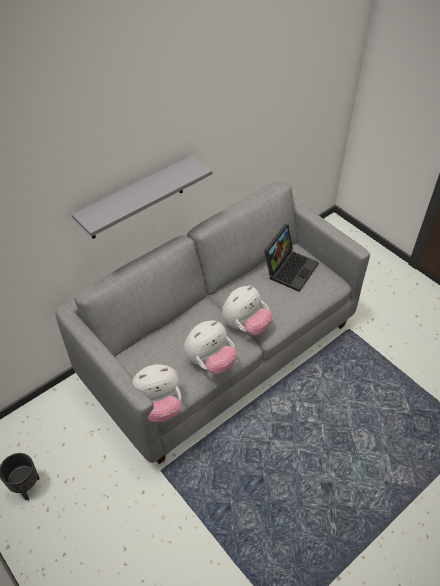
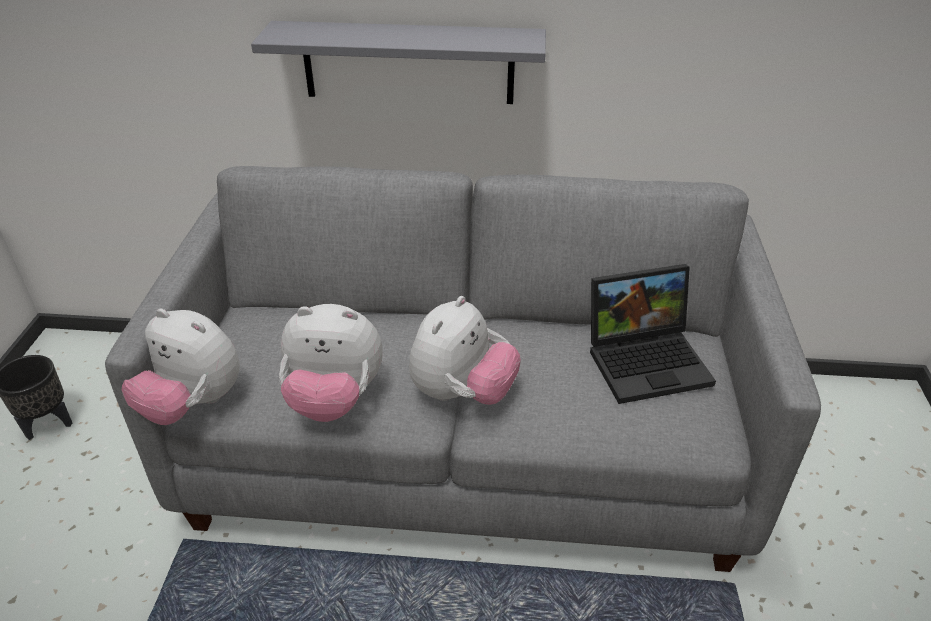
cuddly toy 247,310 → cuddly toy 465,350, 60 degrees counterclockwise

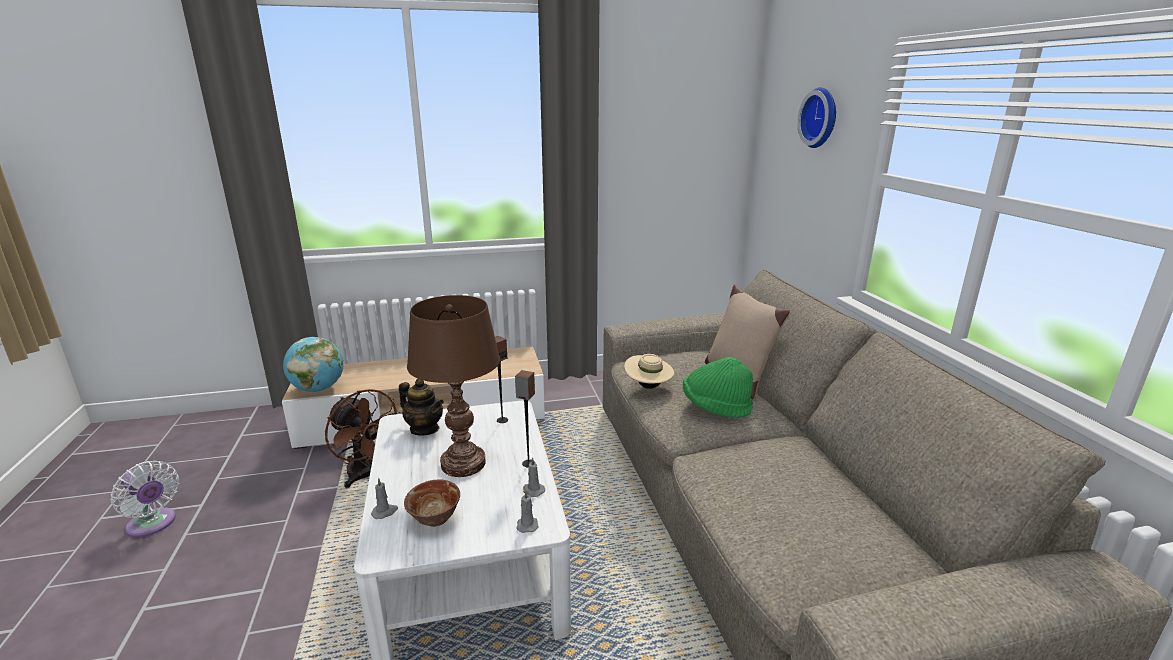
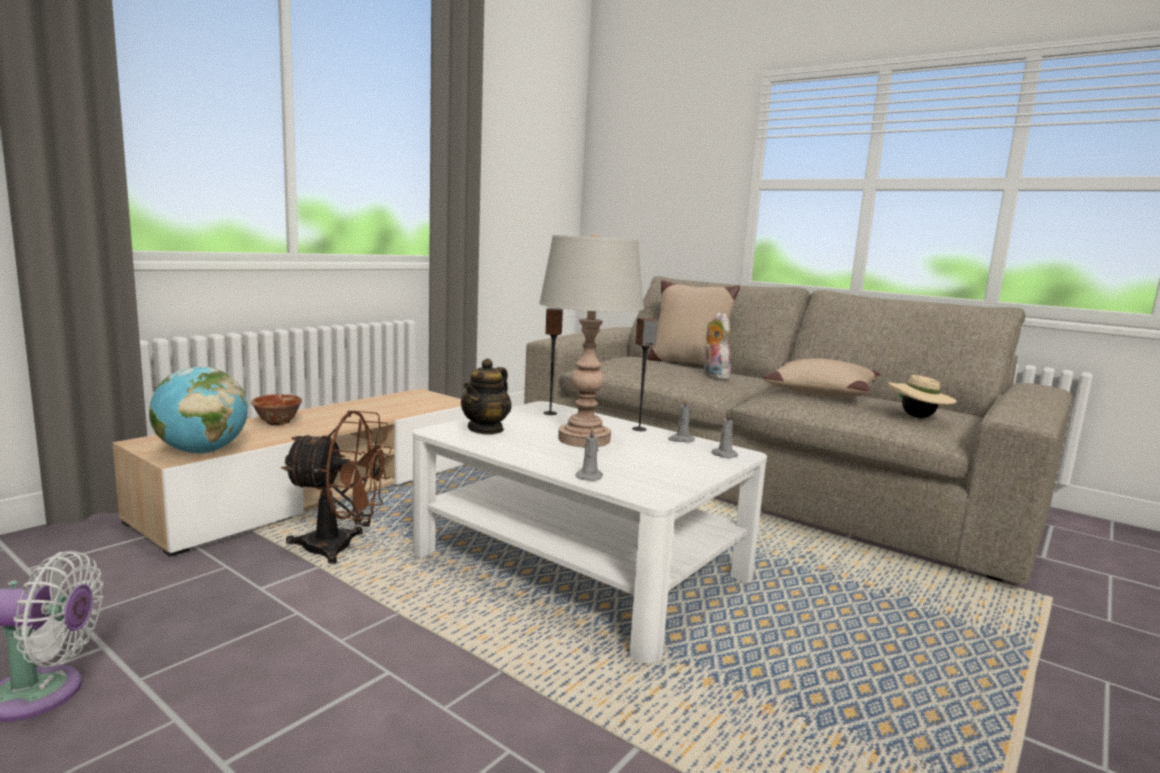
clock on the wall 816,117 → -
lamp for a table (brown-coloured) 453,386 → lamp for a table (grey) 591,340
wearable hat (beige) 649,371 → wearable hat (beige) 922,396, moved
wearable hat (green) 718,387 → cuddly toy 717,345
teapot 421,407 → teapot 486,396, 120 degrees clockwise
serving bowl 432,503 → serving bowl 276,409, moved
- → pillow (beige) 821,378

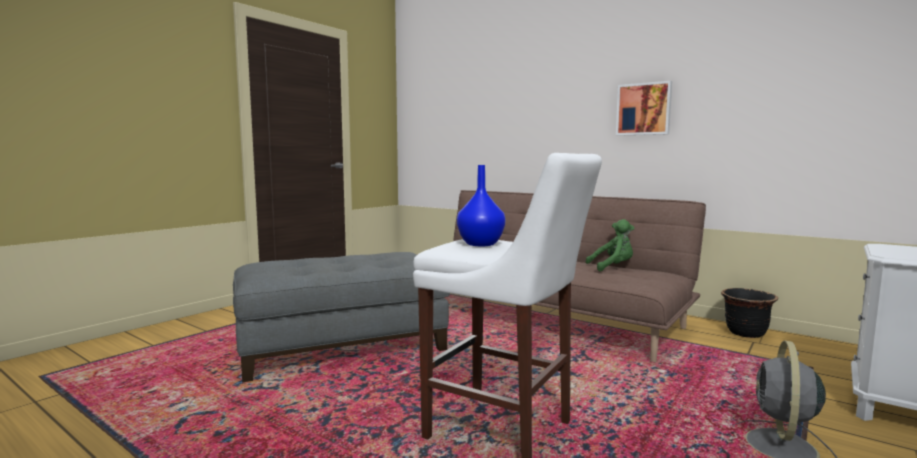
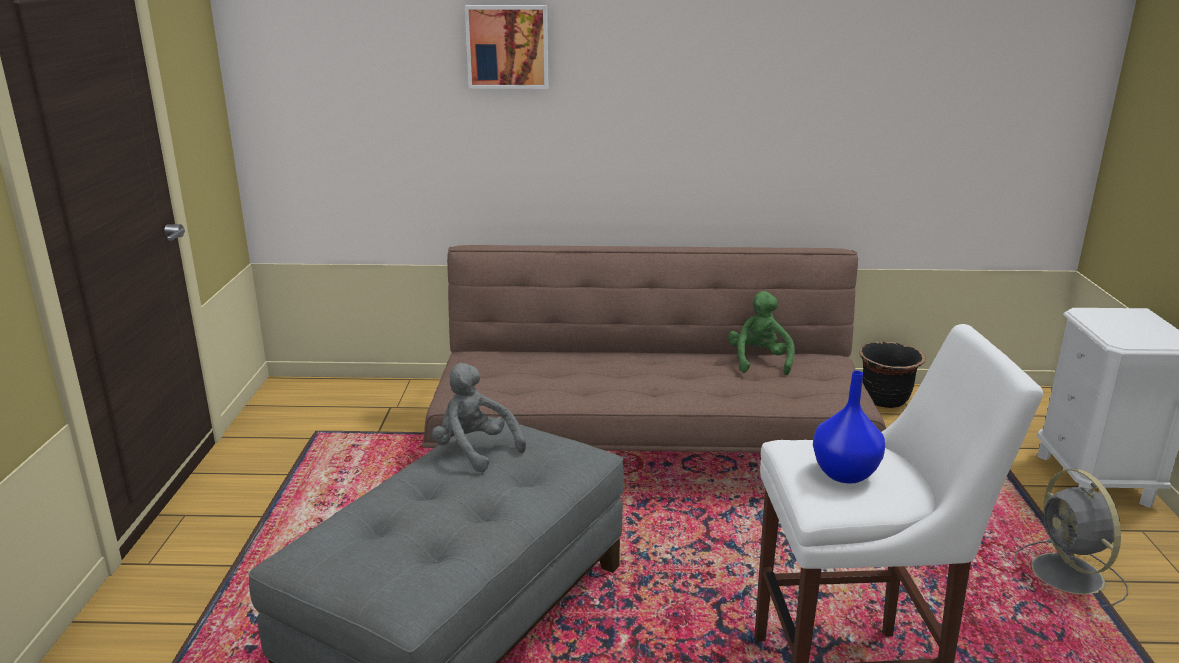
wall art 644,108 → wall art 507,47, moved
cuddly toy (green) 610,245 → cuddly toy (green) 761,333, 45 degrees counterclockwise
- → cuddly toy (grey) 479,417

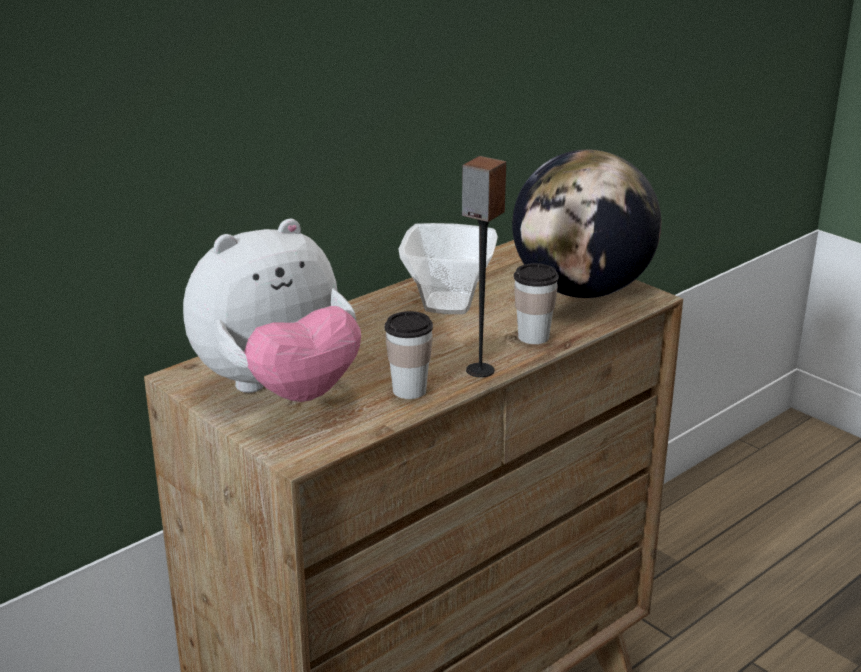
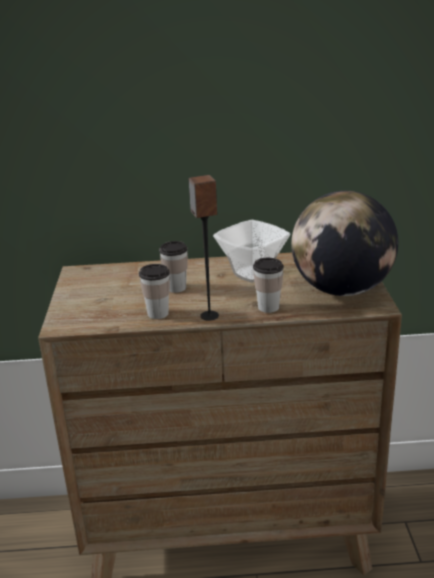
cuddly toy 272,310 → -
- → drinking cup 173,267

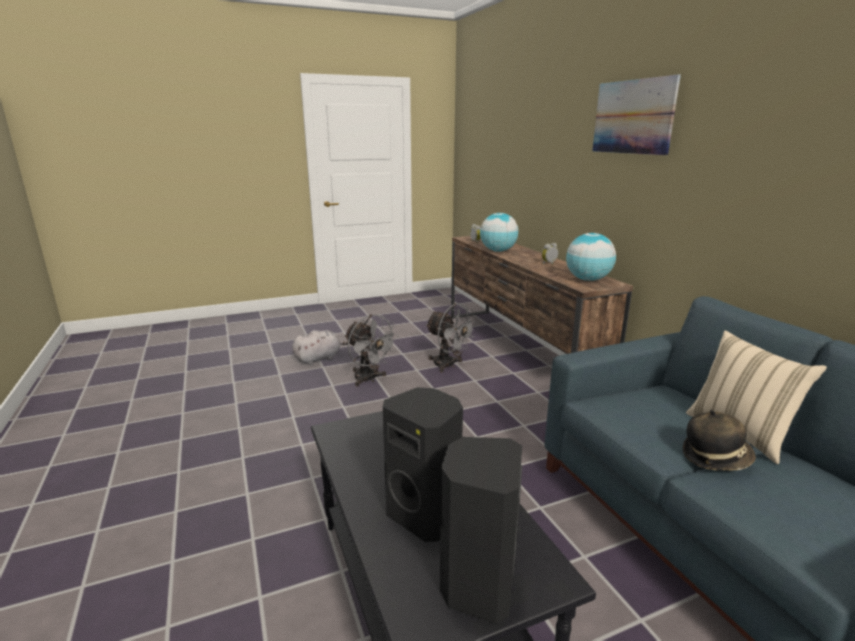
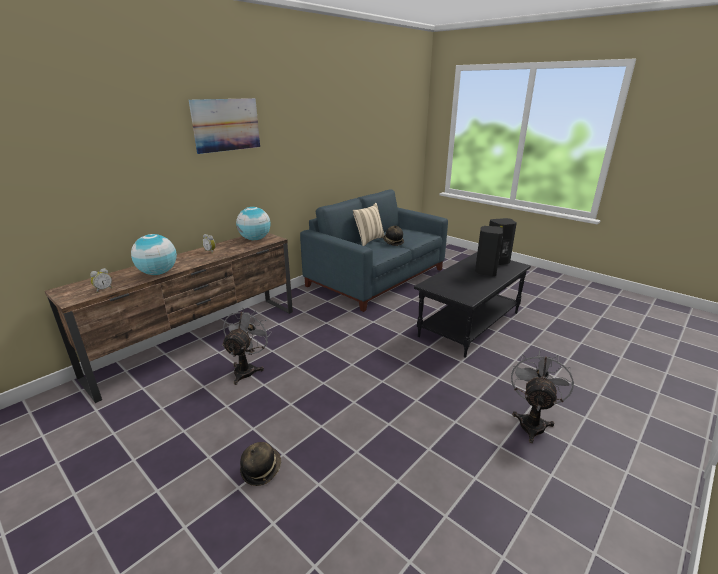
cooling fan (grey) 372,350 → cooling fan (grey) 542,396, moved
cuddly toy (grey) 321,347 → wearable hat 260,464

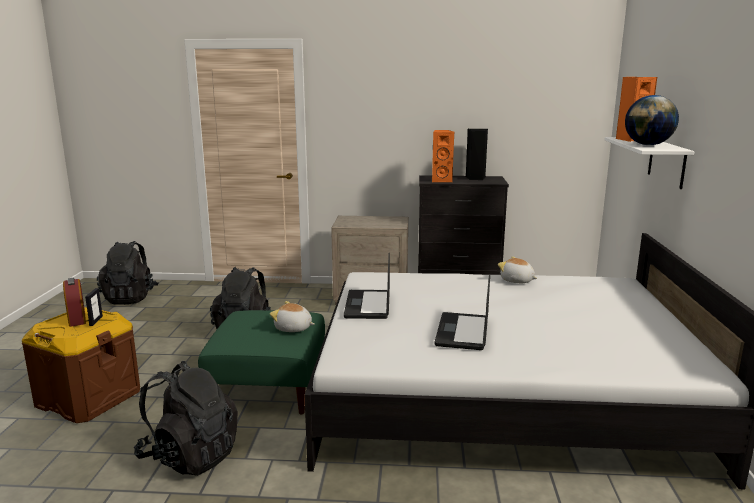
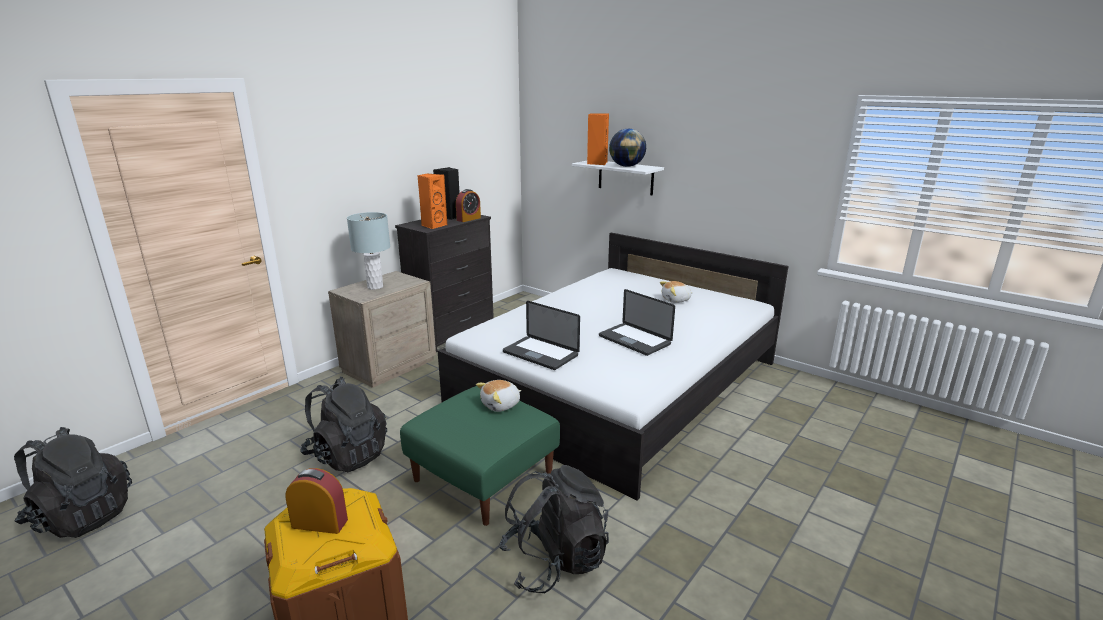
cuddly toy 517,270 → cuddly toy 676,292, moved
standing frame 94,307 → -
- → alarm clock 468,205
- → lamp for a table (grey) 368,251

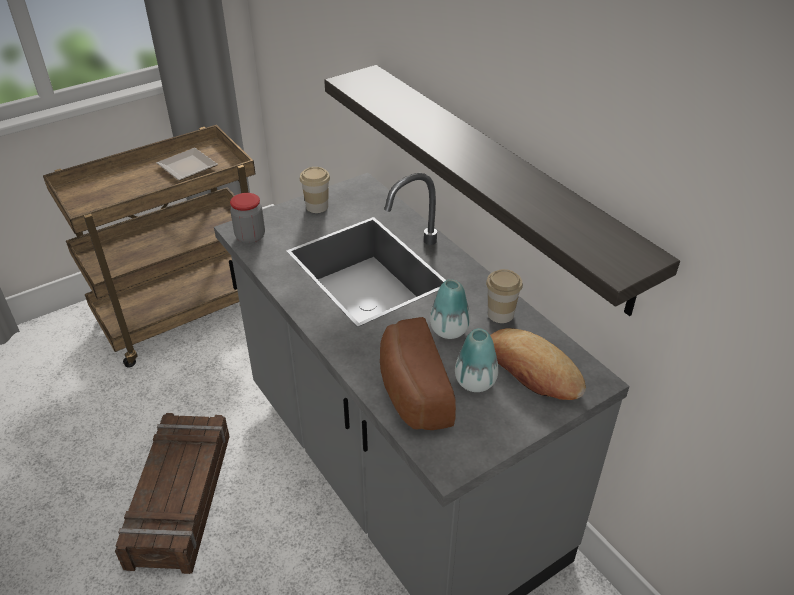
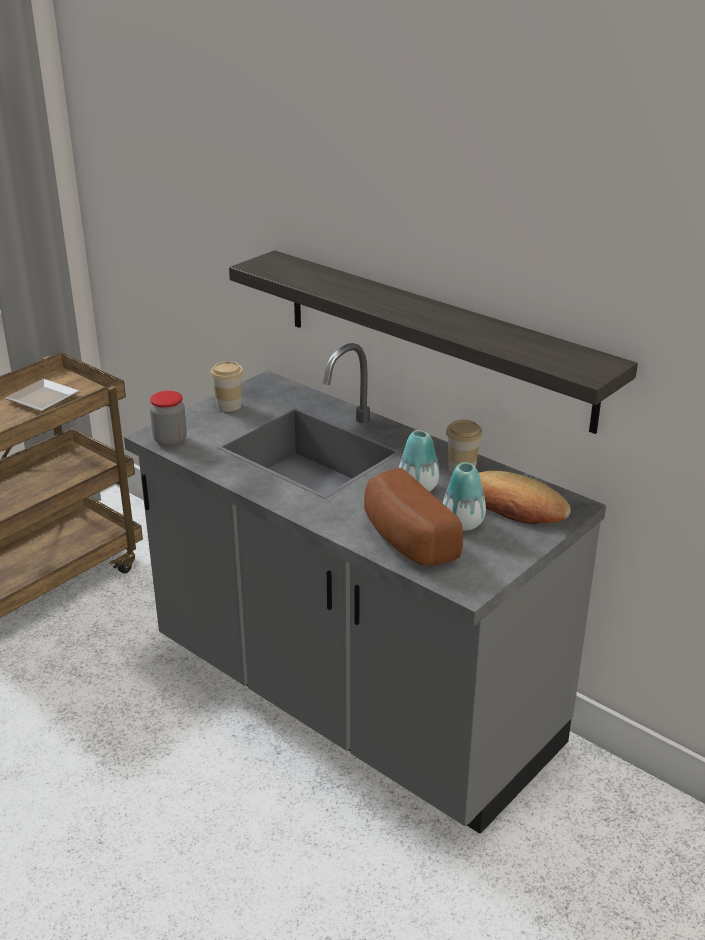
packing crate 172,493 → -

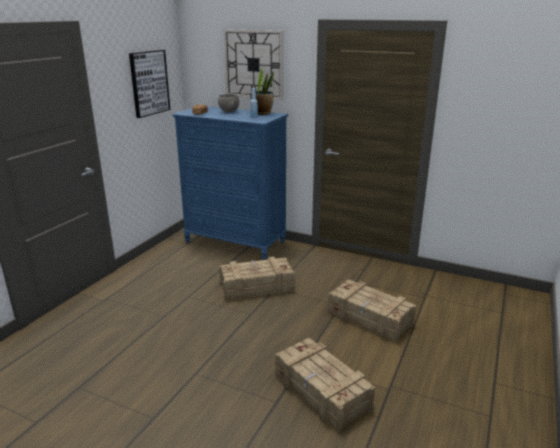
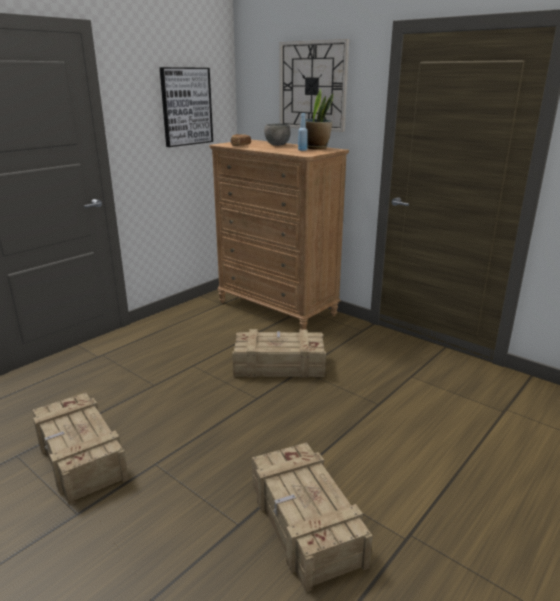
dresser (bluish) 230,183 → dresser (brown-coloured) 279,235
packing crate 372,311 → packing crate 81,449, moved

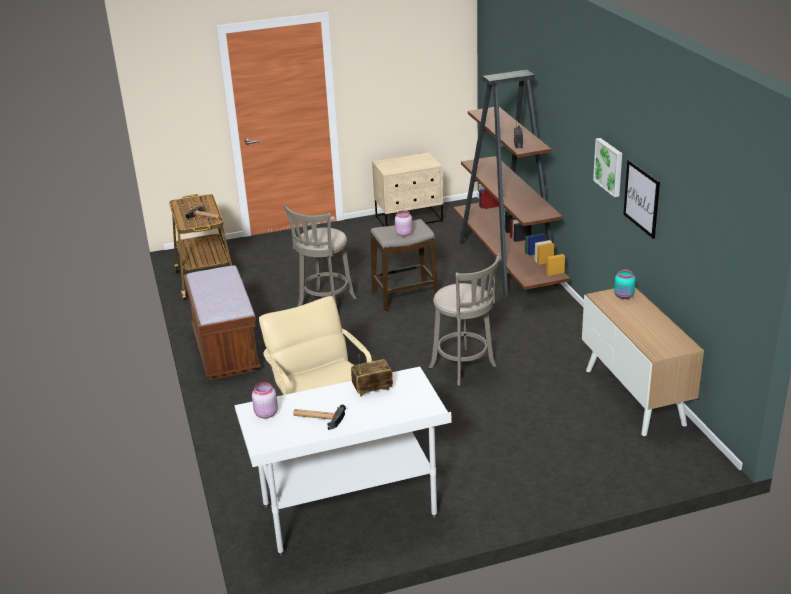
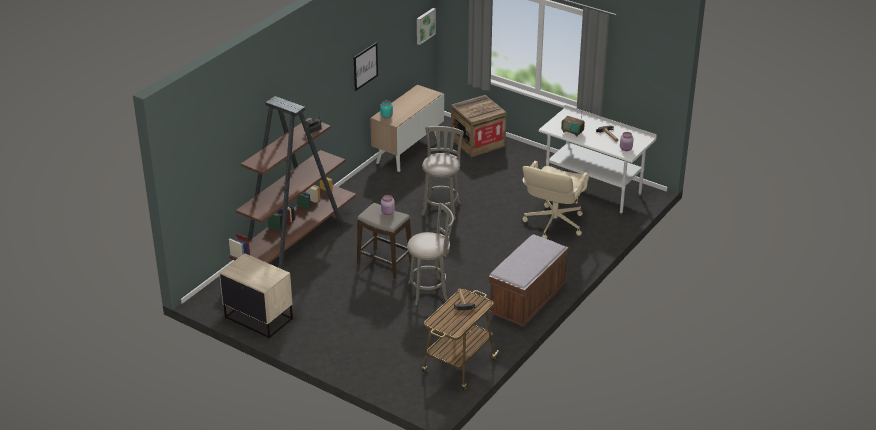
wall art 607,167 → wall art 426,26, moved
- → packing crate 479,126

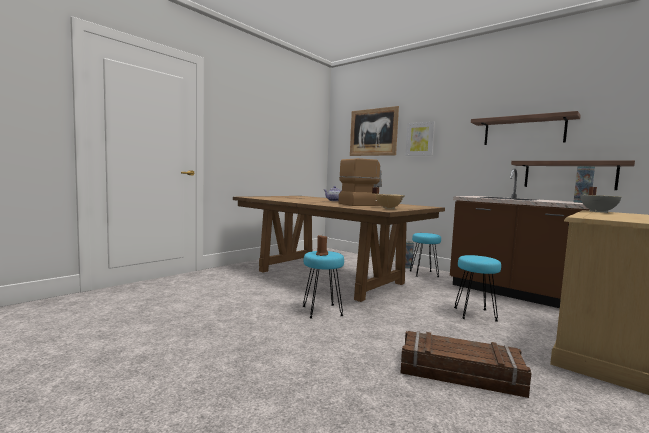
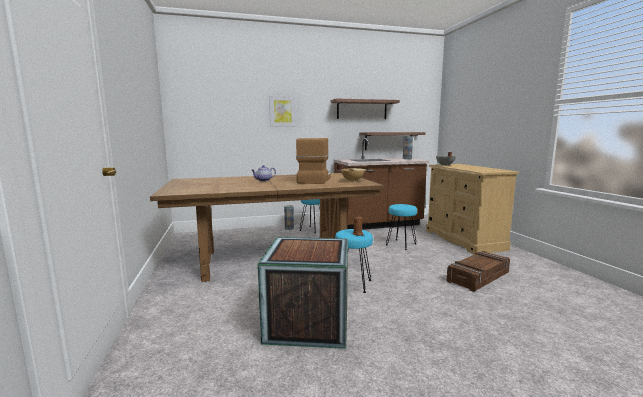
wall art 374,131 → -
- → packing crate 302,293

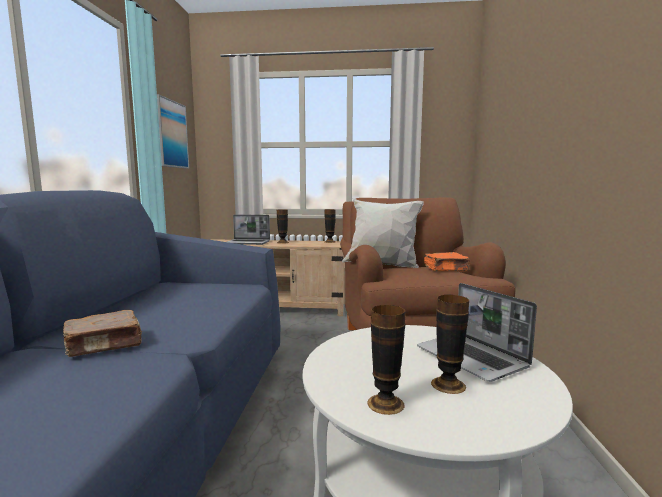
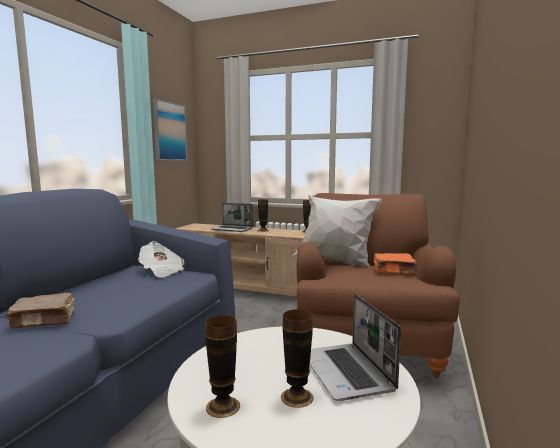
- → daily paper 161,259

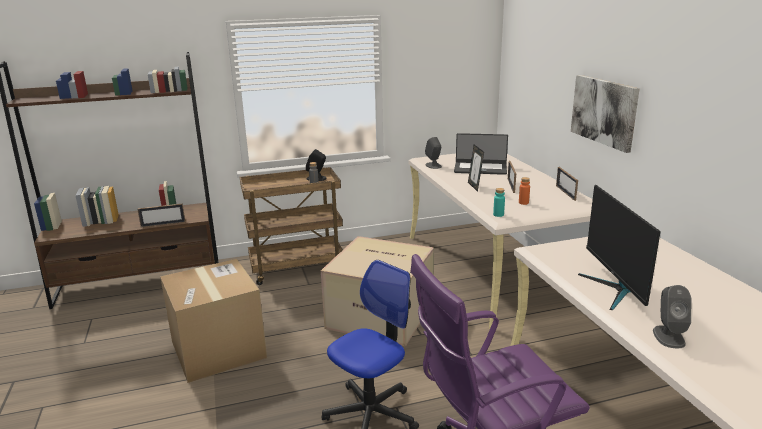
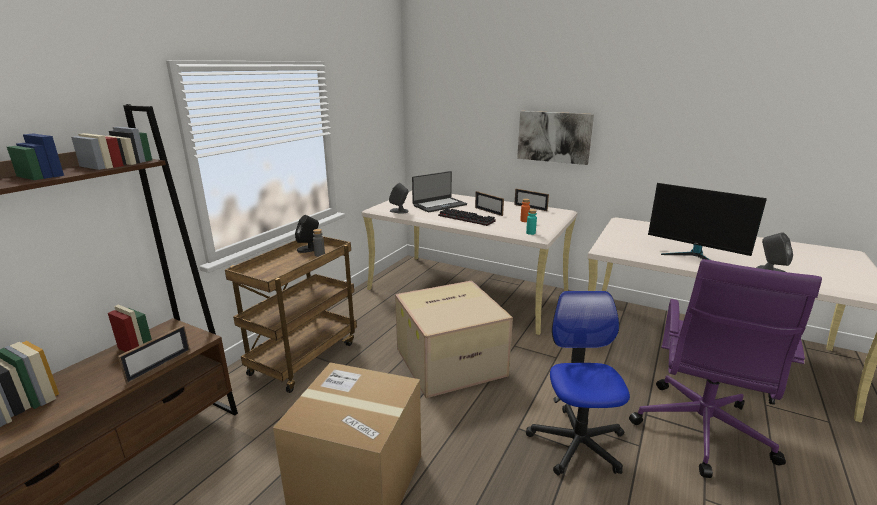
standing frame 476,168 → computer keyboard 467,217

